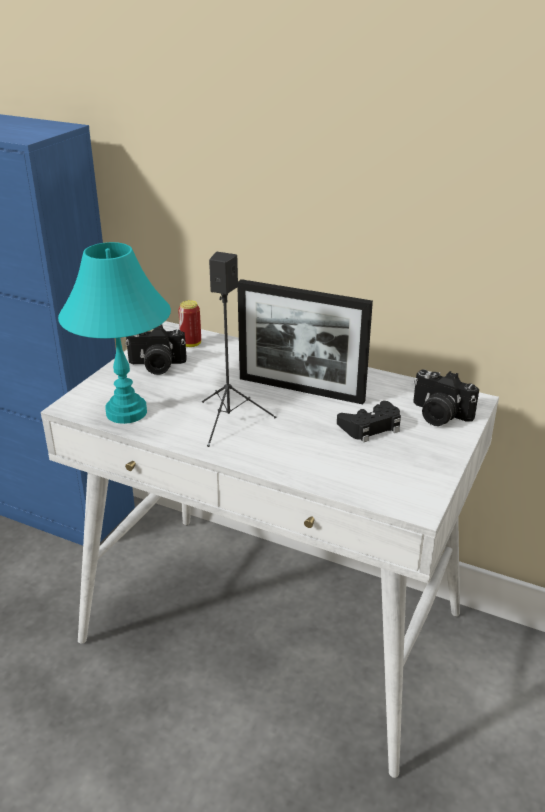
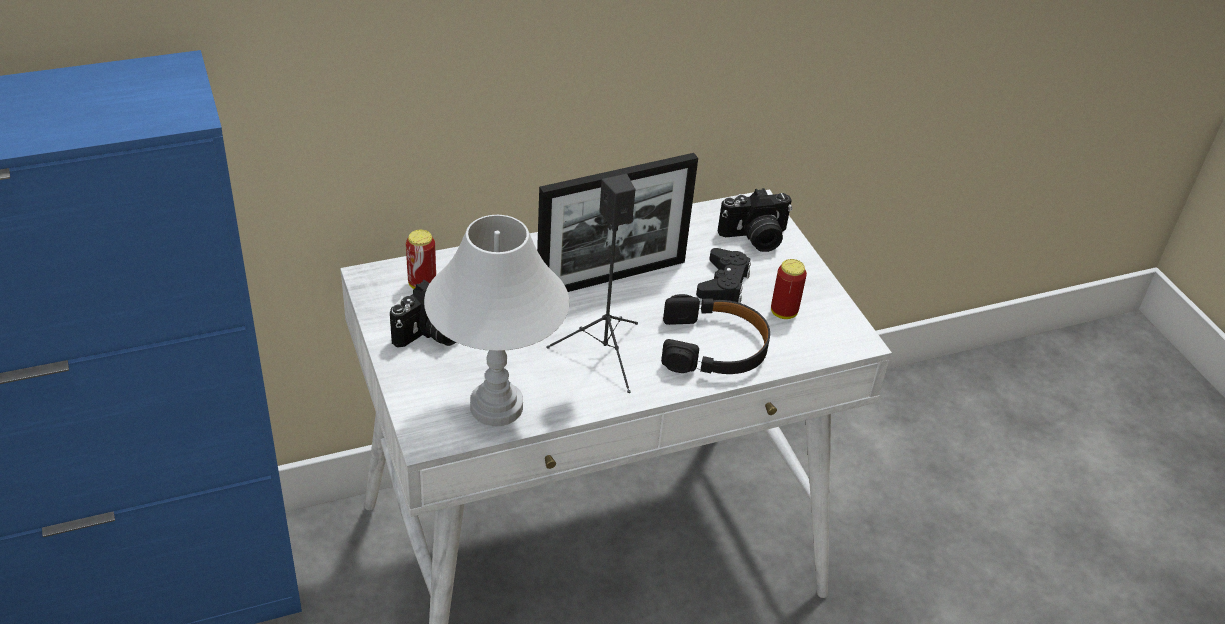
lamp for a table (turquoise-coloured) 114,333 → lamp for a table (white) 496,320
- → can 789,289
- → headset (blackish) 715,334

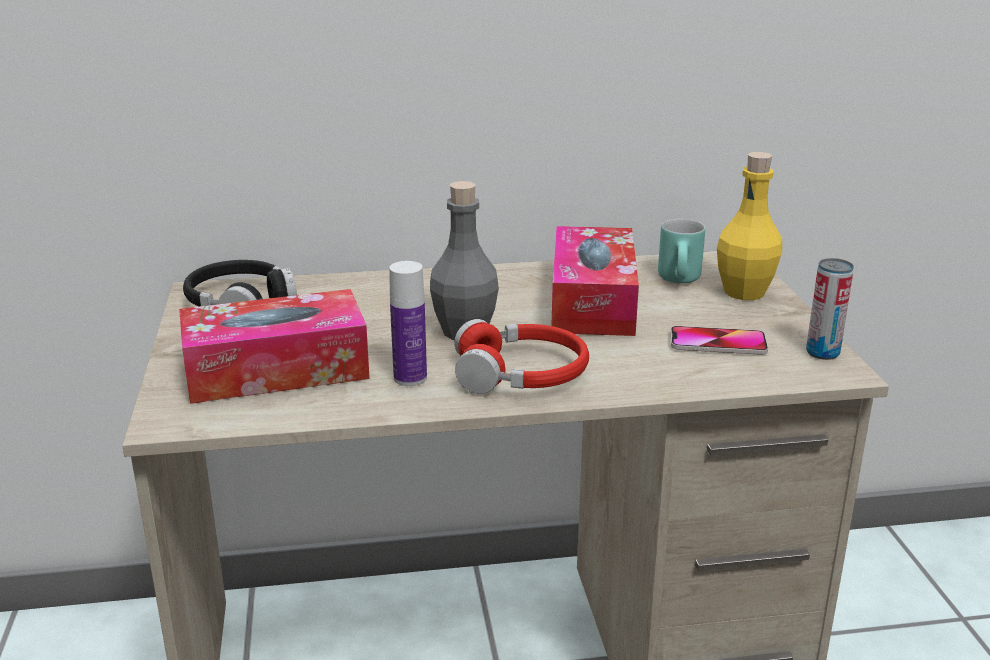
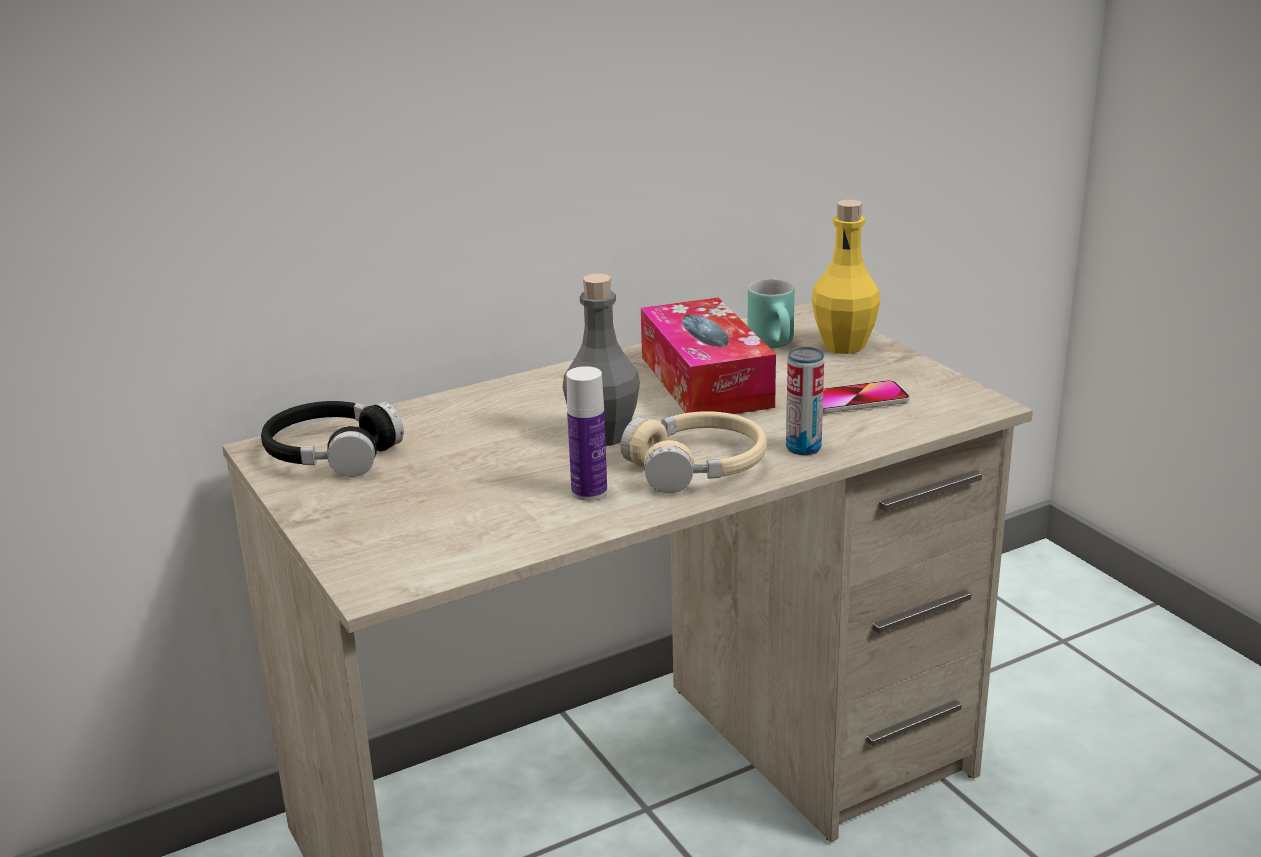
can 830,309 → can 805,401, moved
tissue box 274,346 → -
headset (red) 521,356 → headset (beige) 694,452

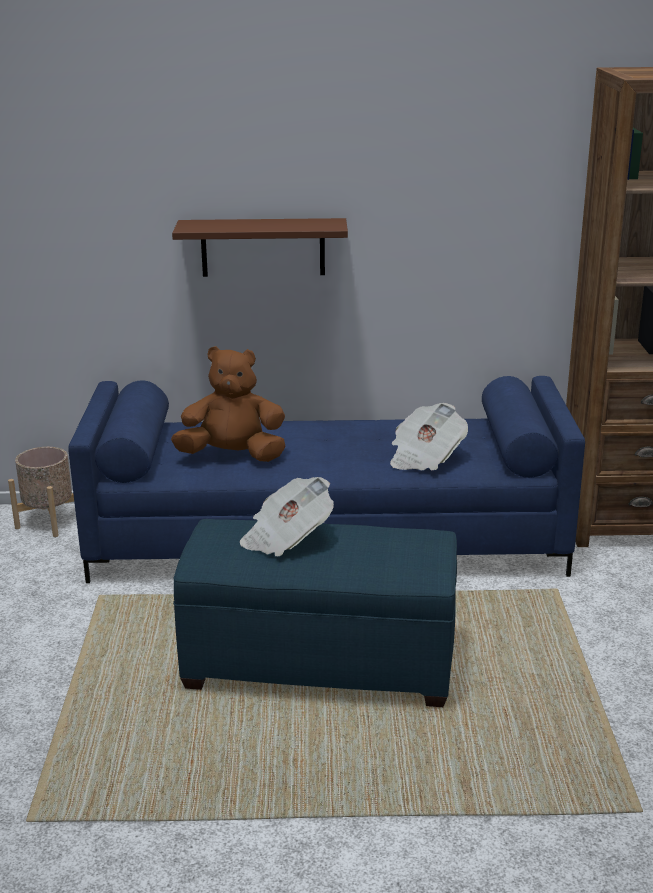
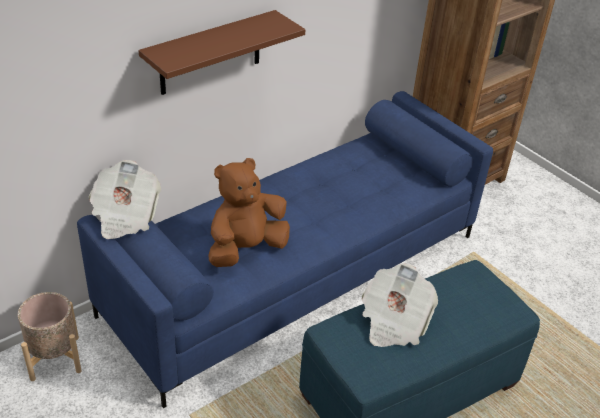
daily paper 429,436 → daily paper 125,199, moved

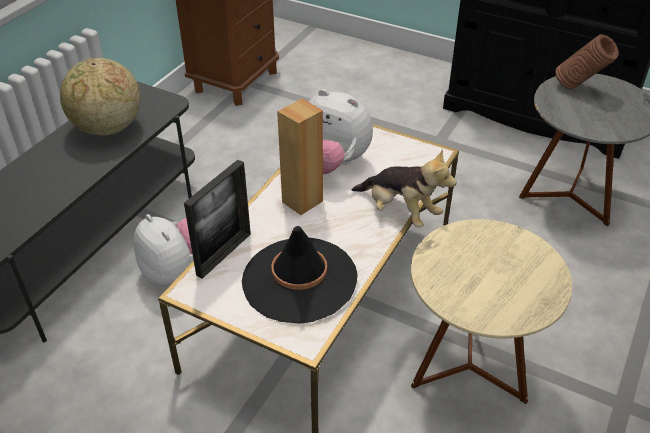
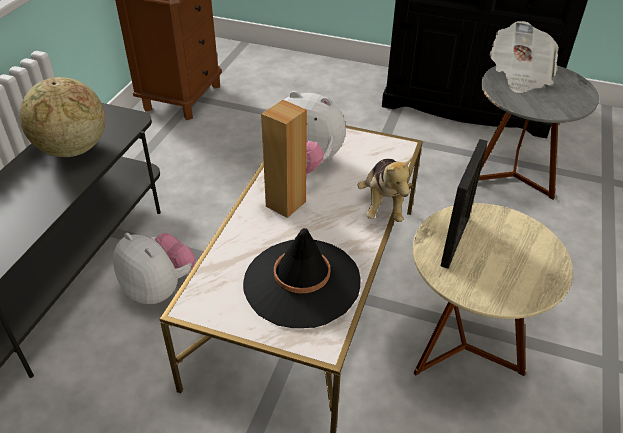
flower vase (brown-coloured) 587,61 → daily paper 524,57
cuddly toy 404,188 → cuddly toy 384,189, 60 degrees clockwise
standing frame 217,219 → standing frame 464,204, moved

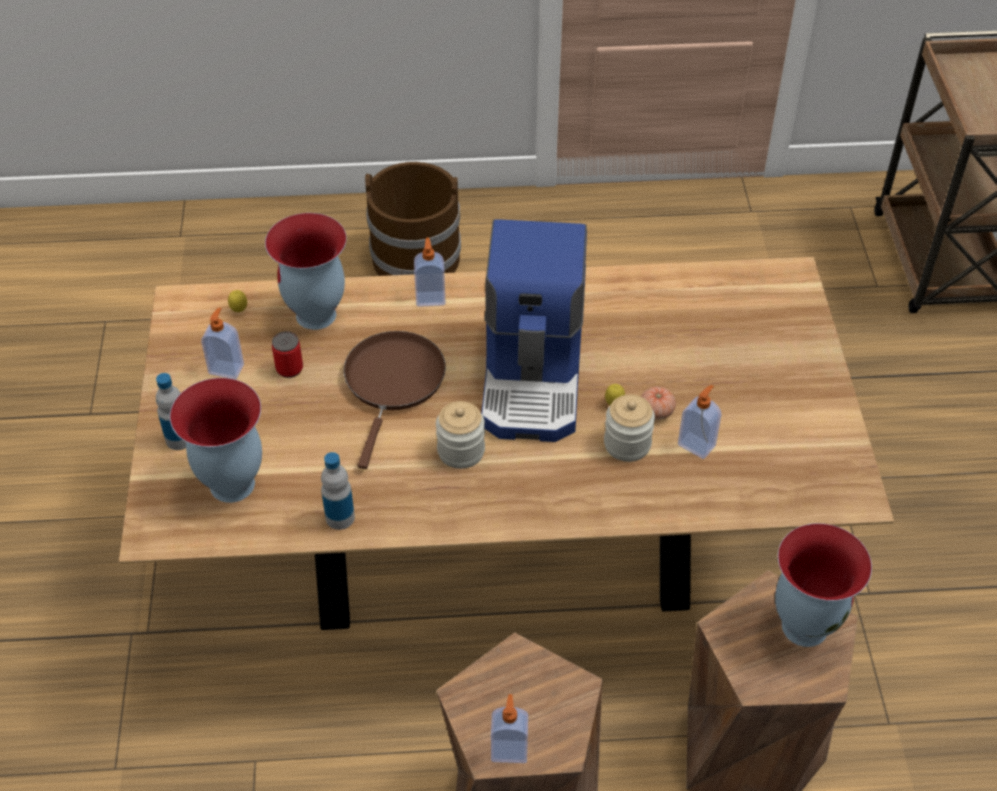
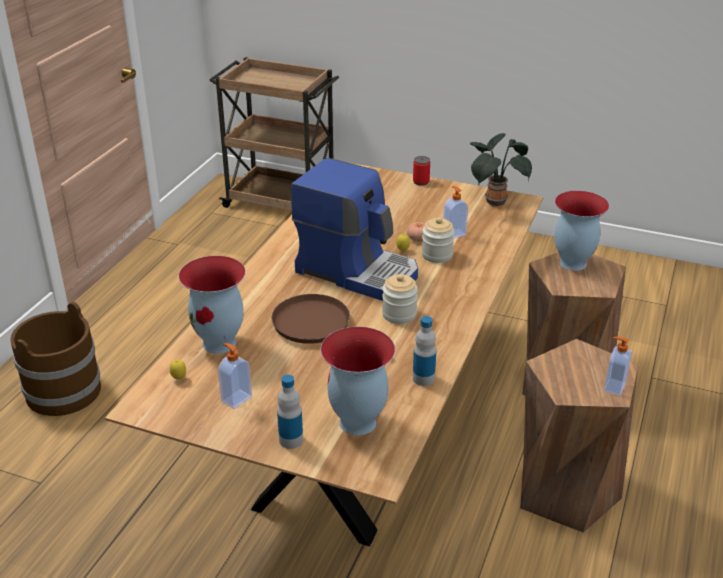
liquid soap bottle 430,272 → -
can 287,354 → can 421,171, moved
- → houseplant 501,170

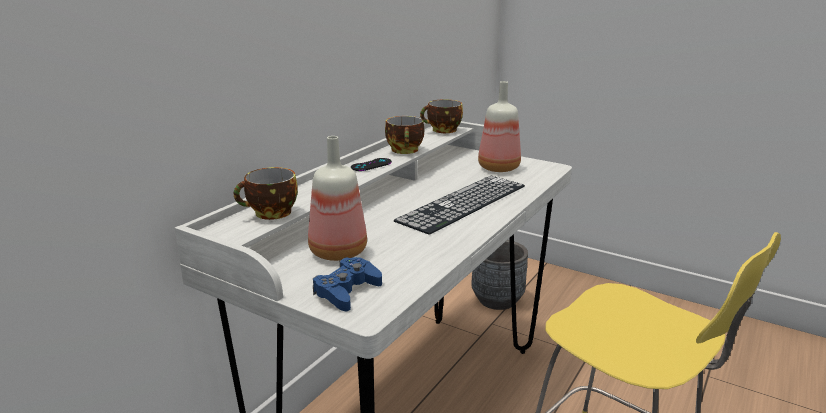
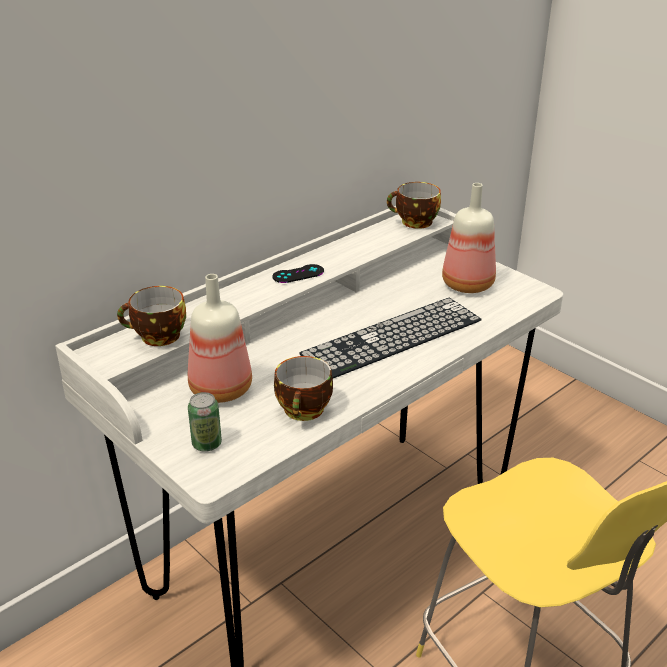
drinking cup 404,135 → drinking cup 303,388, moved
planter (grey) 500,275 → -
gamepad (bluish) 347,284 → can 205,422

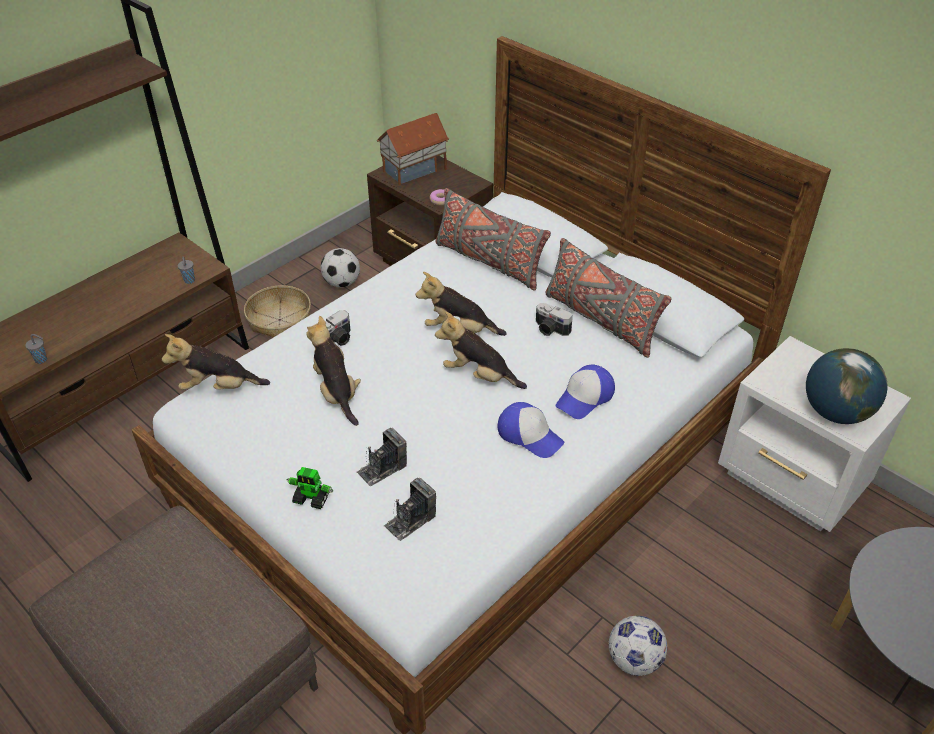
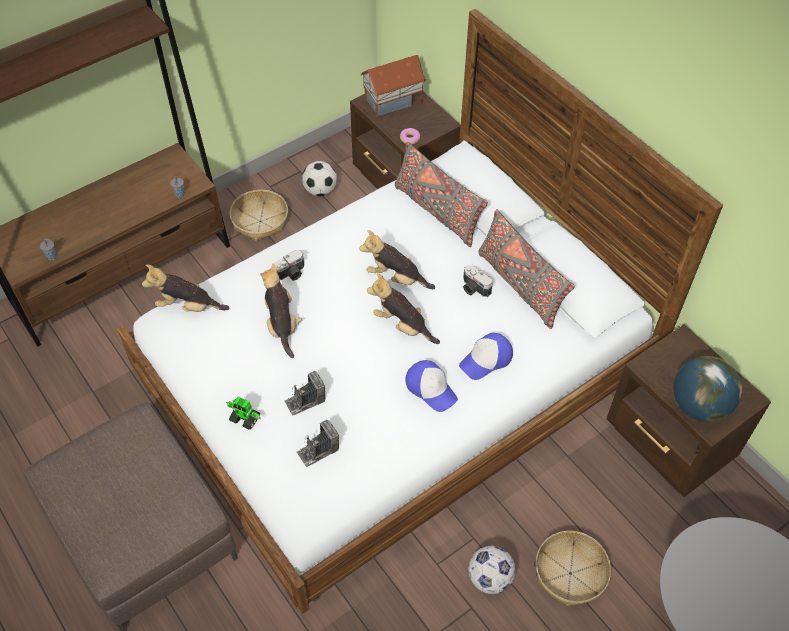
bedside table (white) 814,434 → bedside table (brown-coloured) 688,411
- → storage basket 573,568

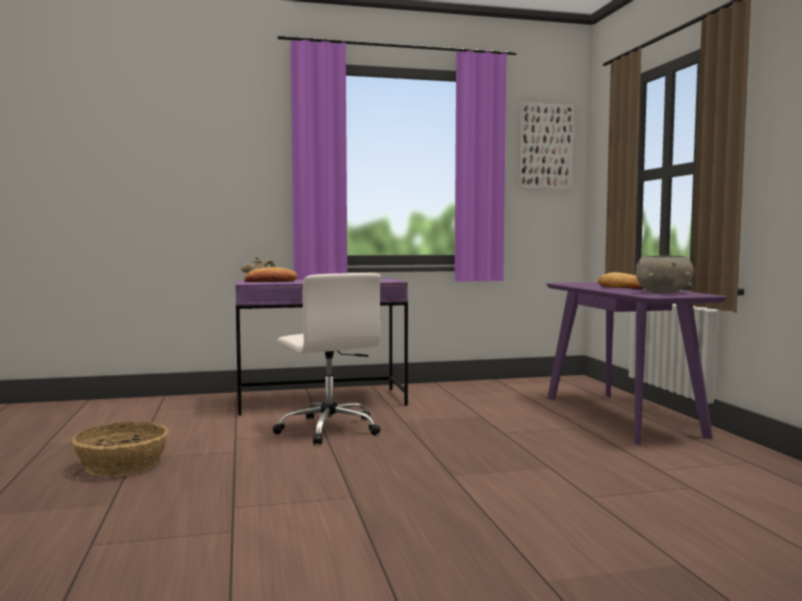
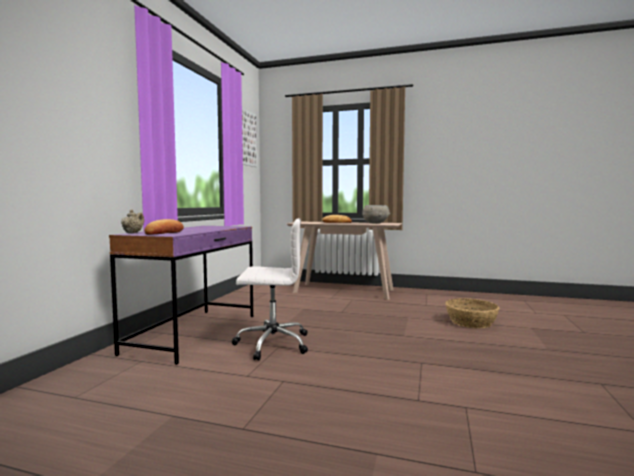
narrow table (purplish) 636,363 → narrow table (beige) 344,261
storage basket 120,449 → storage basket 472,313, moved

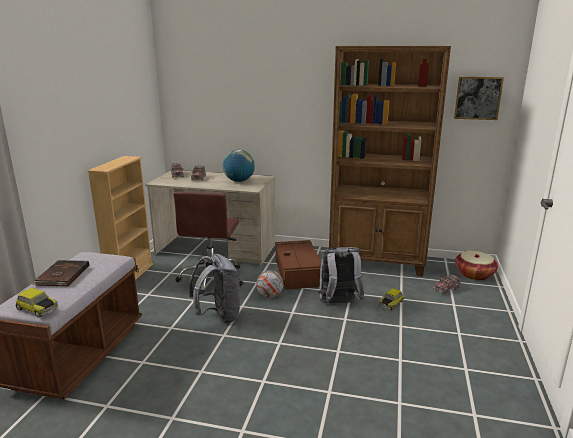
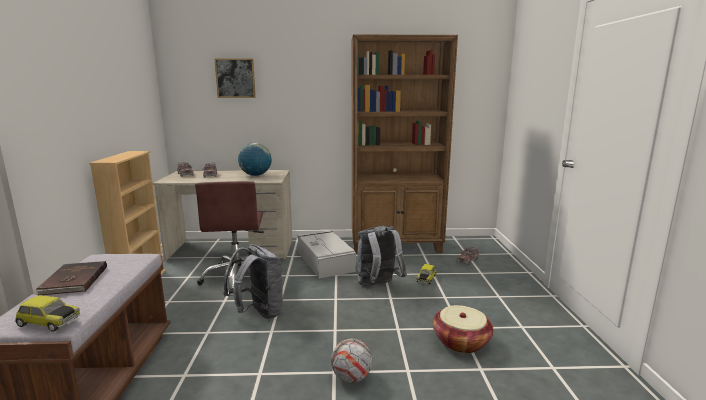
wall art 479,98 → wall art 235,78, moved
storage box (brown-coloured) 298,265 → storage box (grey) 326,254
storage basket 476,266 → storage basket 463,329, moved
football ball 269,284 → football ball 351,361, moved

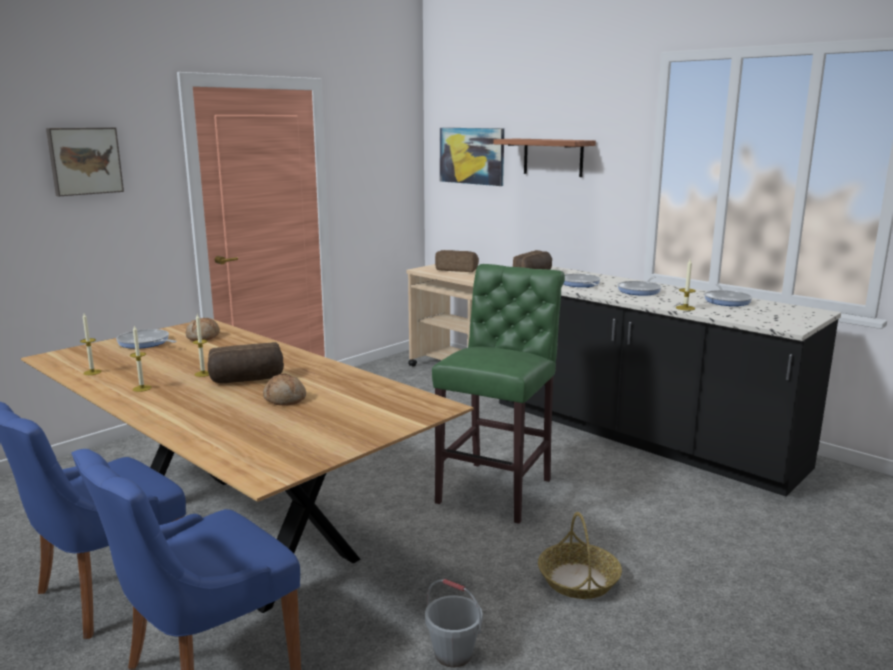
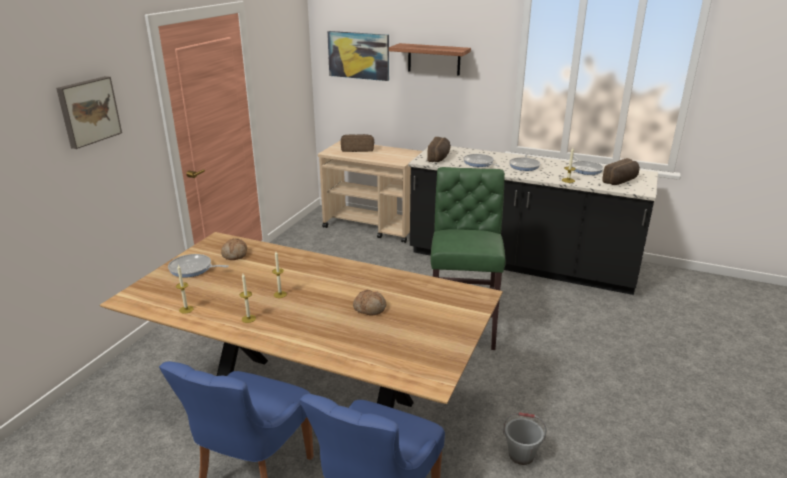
bread 245,362 → bread 621,171, moved
storage basket 580,555 → -

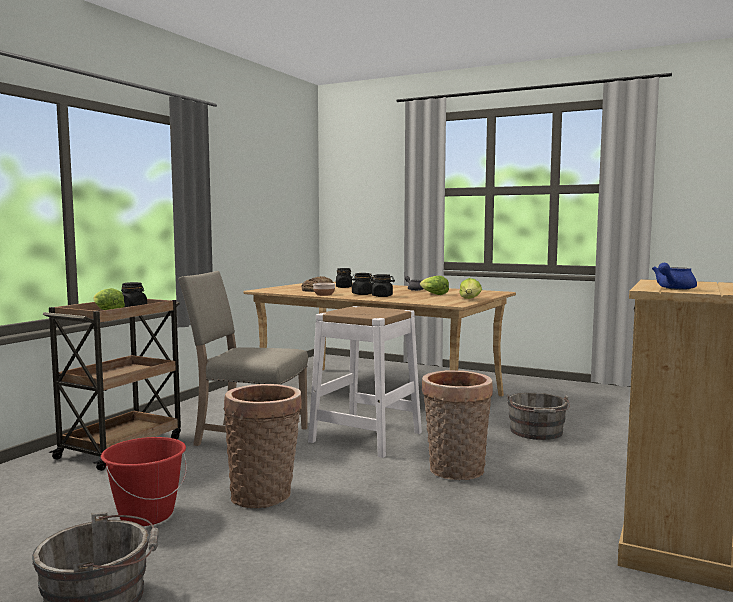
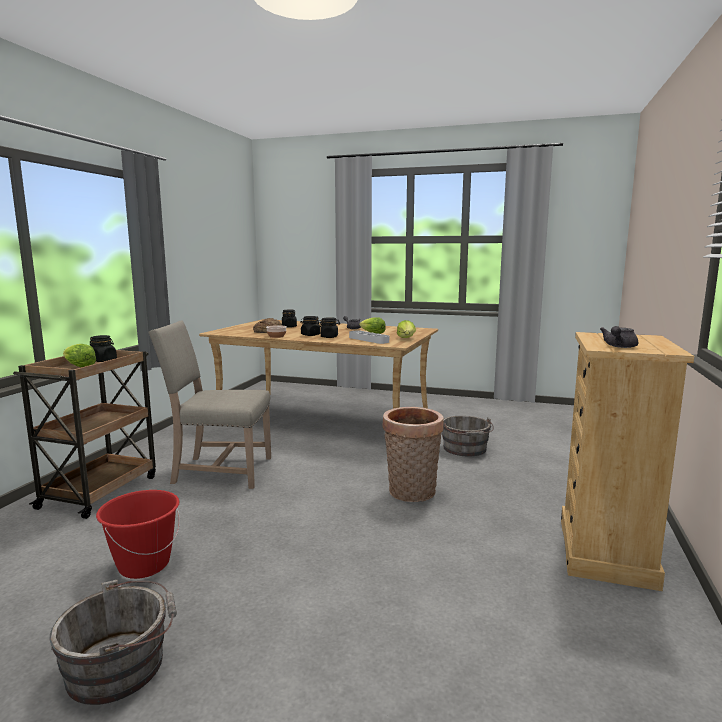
teapot (bluish) 674,276 → teapot (grey) 619,337
stool seat (white) 365,382 → -
storage basket 263,446 → -
- → tray (grey) 369,337

